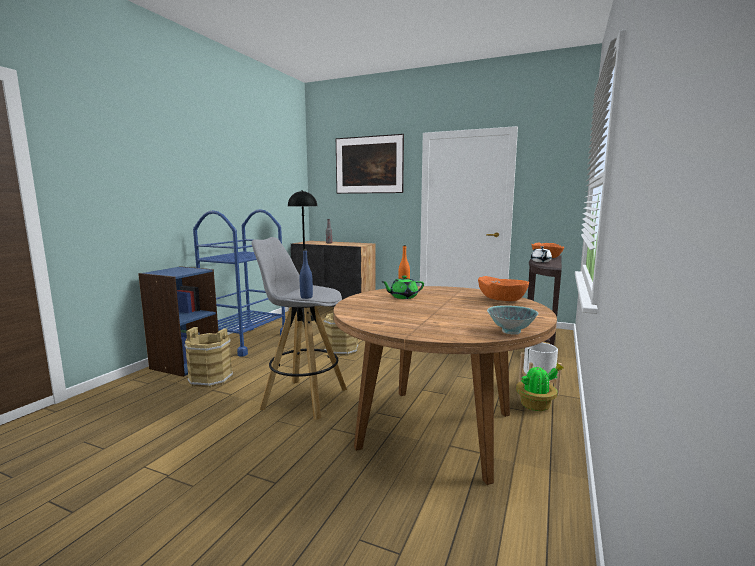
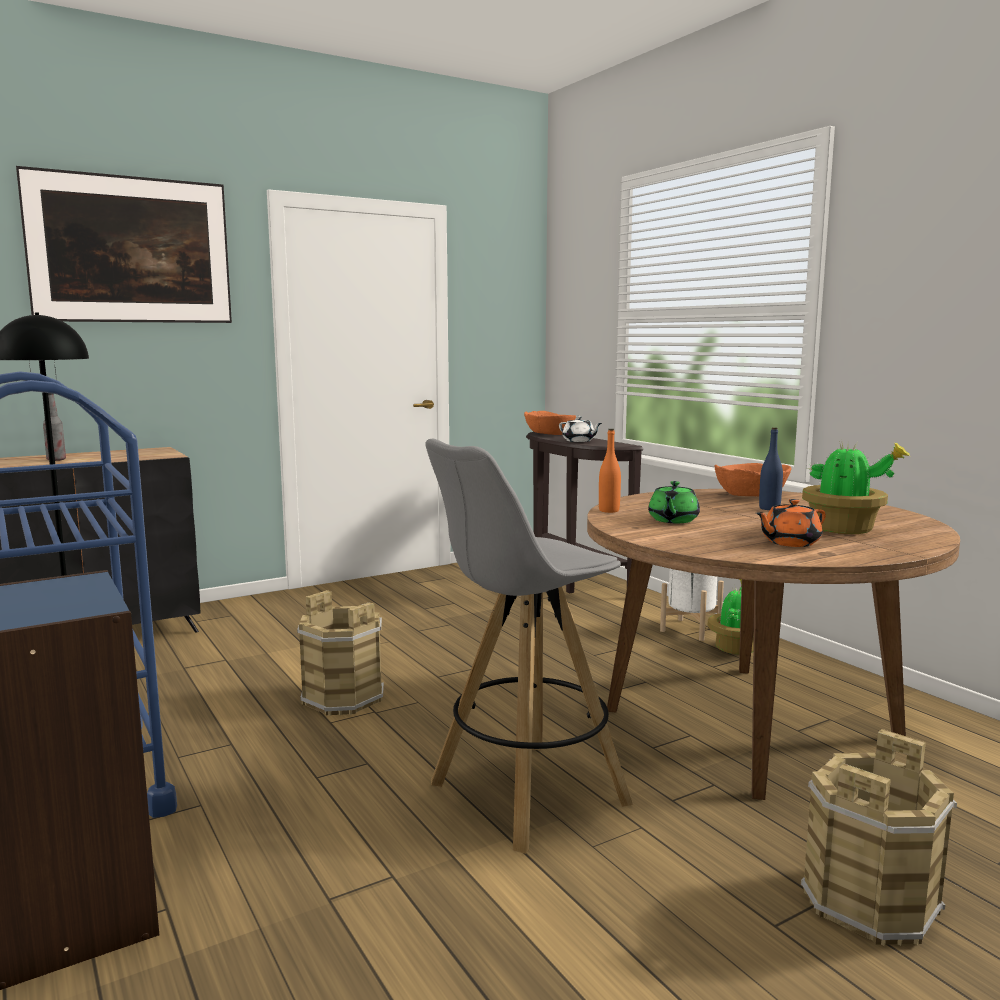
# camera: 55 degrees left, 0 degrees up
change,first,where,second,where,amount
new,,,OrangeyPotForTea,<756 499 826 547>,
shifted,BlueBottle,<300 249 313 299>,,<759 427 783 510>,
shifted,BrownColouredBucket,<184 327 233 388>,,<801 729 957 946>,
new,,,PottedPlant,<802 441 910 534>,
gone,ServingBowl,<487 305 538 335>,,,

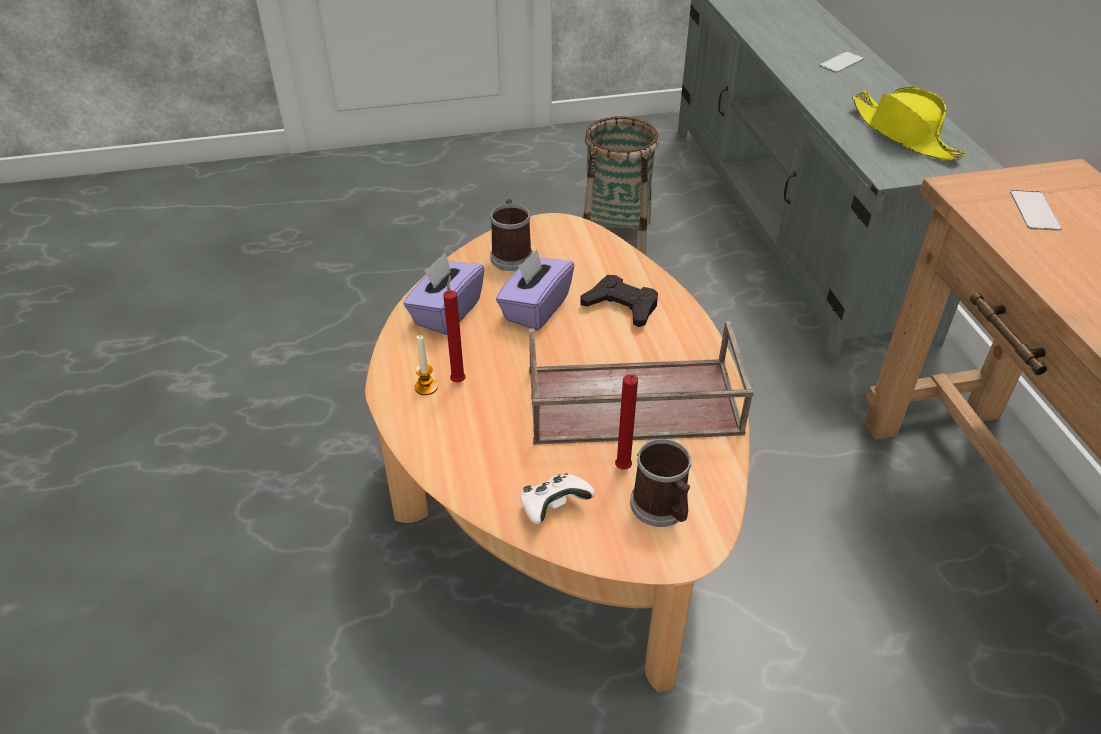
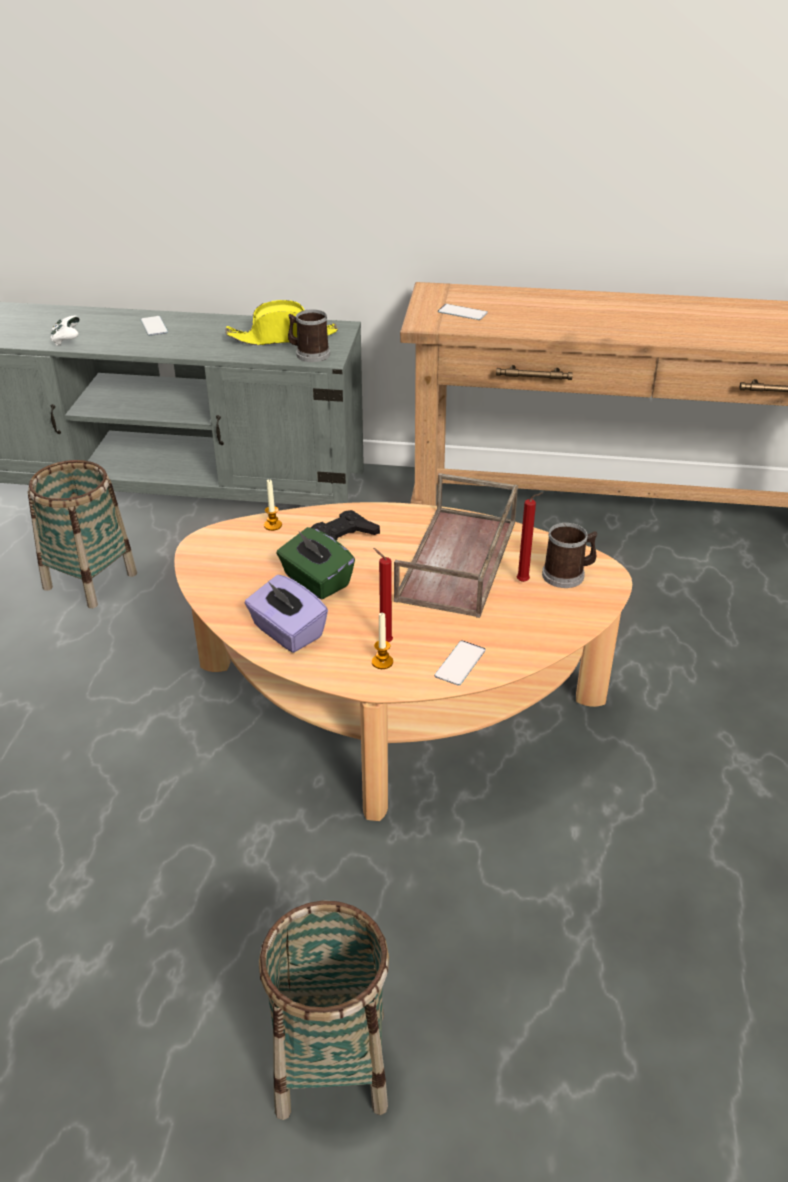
# camera: 70 degrees left, 5 degrees down
change,first,where,second,where,amount
shifted,WhitishJoypad,<520 473 595 524>,,<51 316 80 346>,
new,,,HouseholdBasket,<259 900 389 1120>,
new,,,WaxCandle,<264 479 282 531>,
repainted,PurpleTissueHolder,<496 249 574 331>,GreenColouredTissueHolder,<276 527 355 599>,
shifted,CoffeeMug,<490 199 533 271>,,<288 309 330 362>,
new,,,Telephone,<434 640 486 686>,

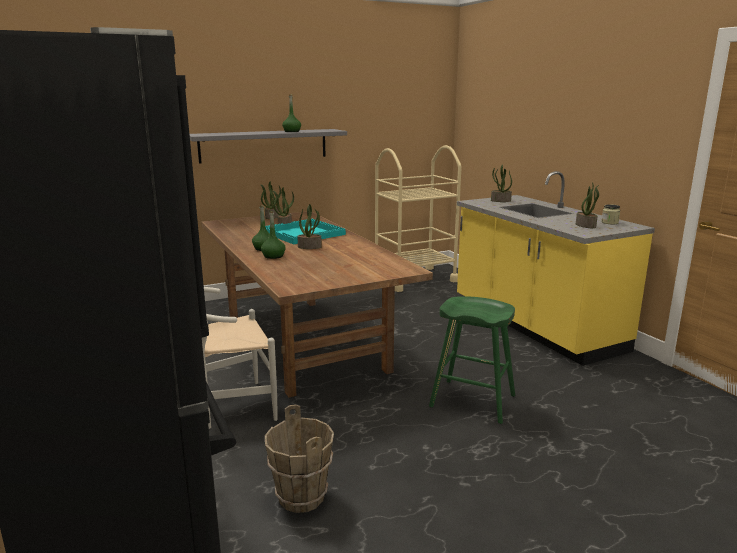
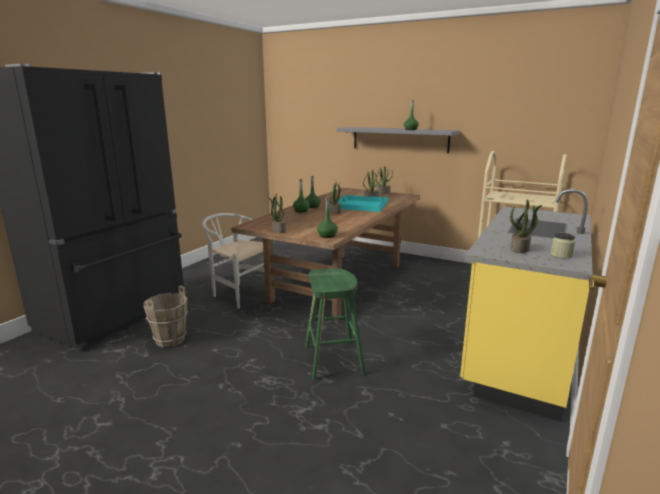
# camera: 55 degrees right, 0 degrees up
change,first,where,second,where,amount
shifted,PottedPlant,<491 164 512 202>,,<268 193 286 233>,
new,,,GreenColouredBottle,<317 197 338 238>,

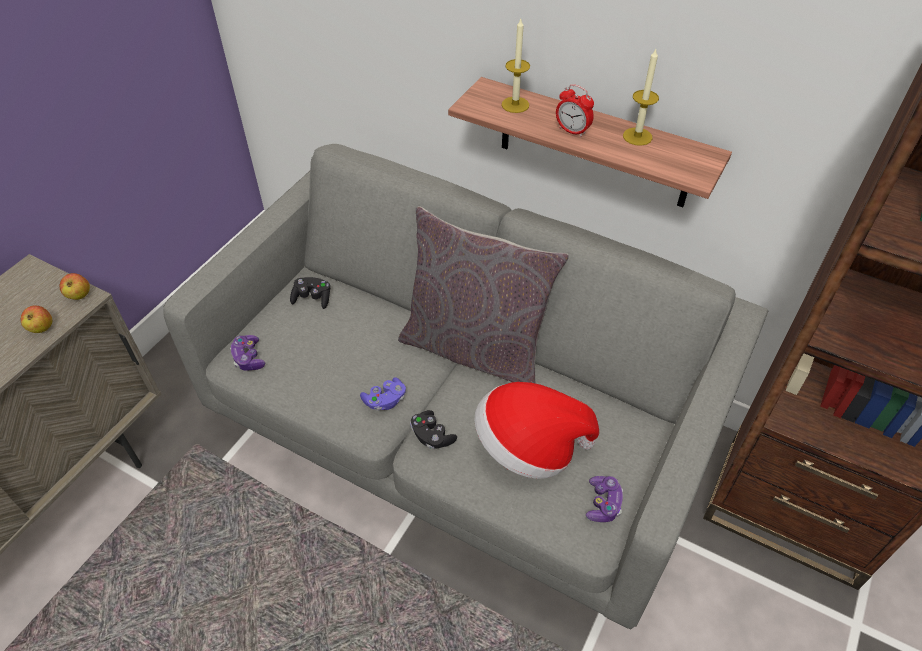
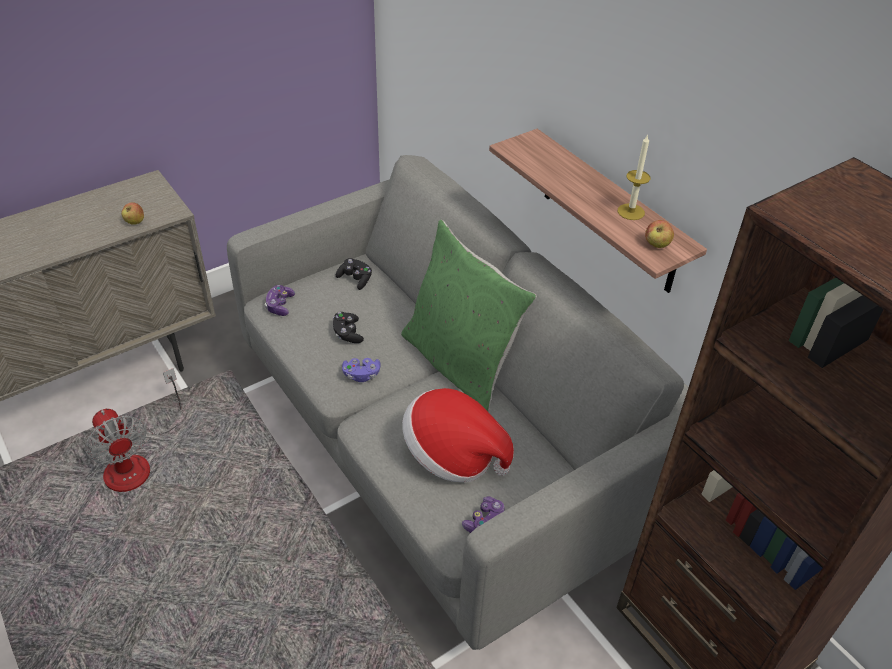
# camera: 25 degrees right, 5 degrees down
change,first,where,second,where,amount
new,,,Fan,<86 368 181 492>,
shifted,BlackColouredJoypad,<410 410 457 449>,,<333 312 364 343>,
repainted,GreyThrowPillow,<398 206 569 384>,GreenColouredThrowPillow,<401 220 537 412>,
shifted,Apple,<60 273 90 300>,,<645 220 674 248>,
gone,WaxCandle,<502 19 530 113>,,,
gone,BedsideClock,<556 84 594 137>,,,

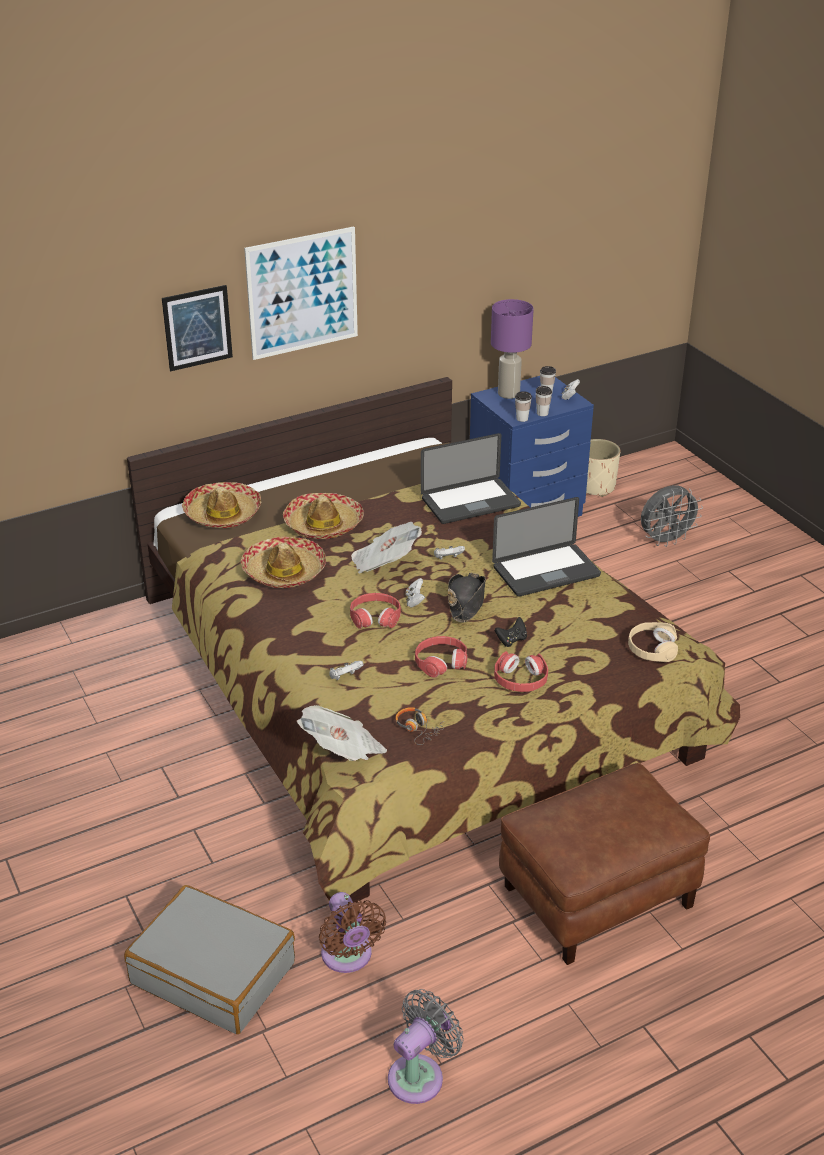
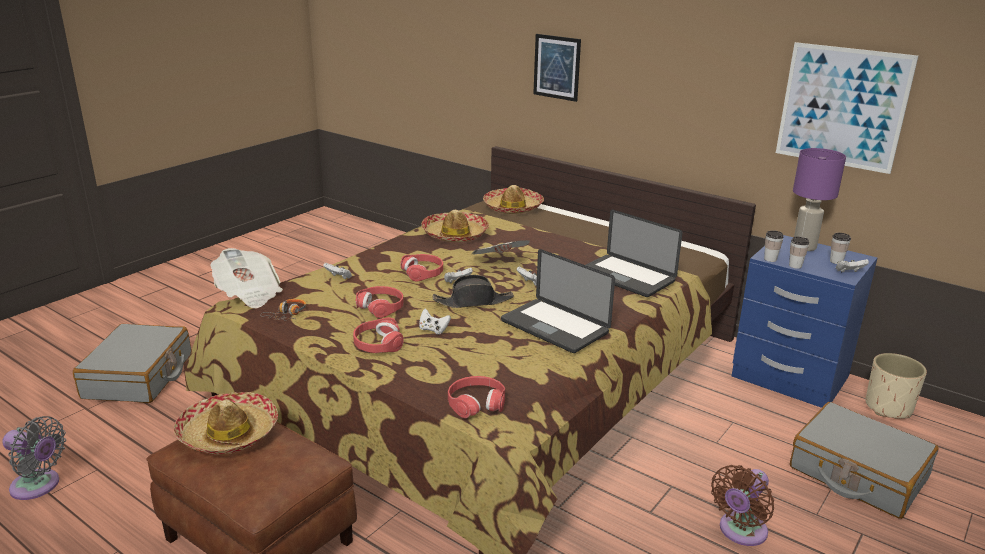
# camera: 65 degrees right, 10 degrees down
change,first,where,second,where,amount
shifted,Hat,<283 493 364 539>,,<174 392 278 454>,
repainted,BlackColouredJoypad,<495 617 527 647>,WhitishJoypad,<419 309 451 335>,
repainted,BeigeColouredHeadset,<628 622 678 662>,ReddishHeadset,<448 376 505 418>,
shifted,BrownColouredFan,<319 892 386 973>,,<711 465 774 546>,
shifted,Picture,<244 226 358 360>,,<776 42 918 174>,
swapped,GreyFan,<641 485 703 547>,GreyPieceOfLuggage,<790 402 939 519>,

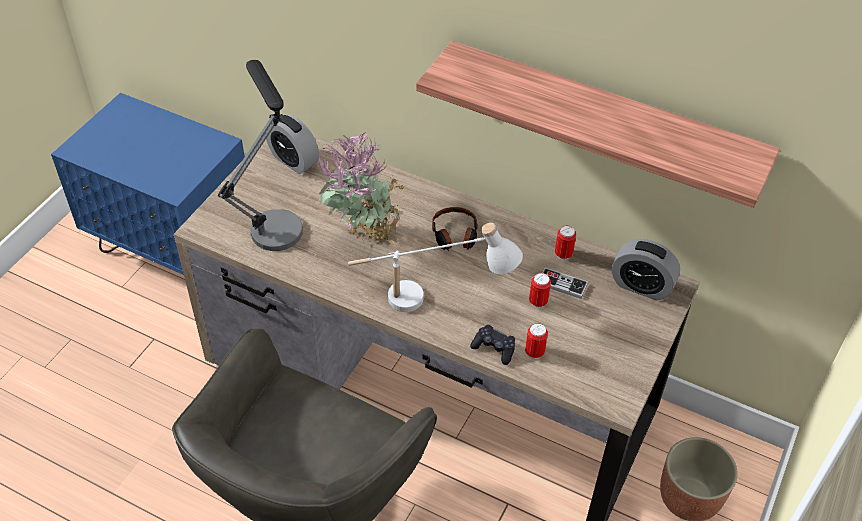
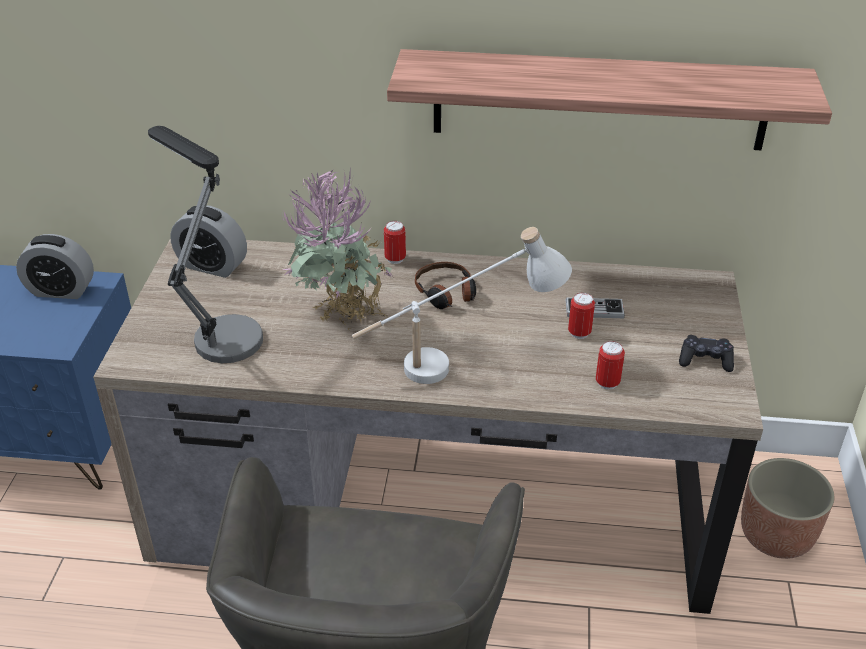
# camera: 20 degrees left, 10 degrees down
change,first,where,second,where,amount
shifted,BedsideClock,<612 239 680 301>,,<16 234 94 299>,
shifted,SealedCan,<555 226 576 260>,,<384 221 406 264>,
shifted,BlackColouredJoypad,<470 325 515 365>,,<679 335 734 372>,

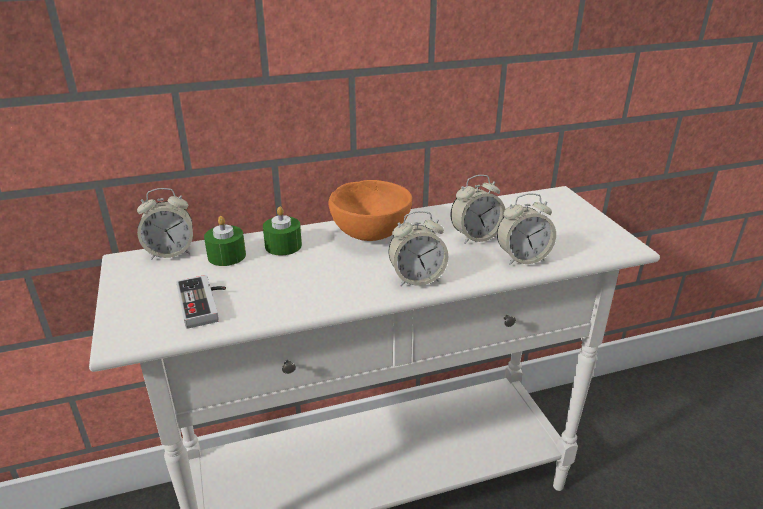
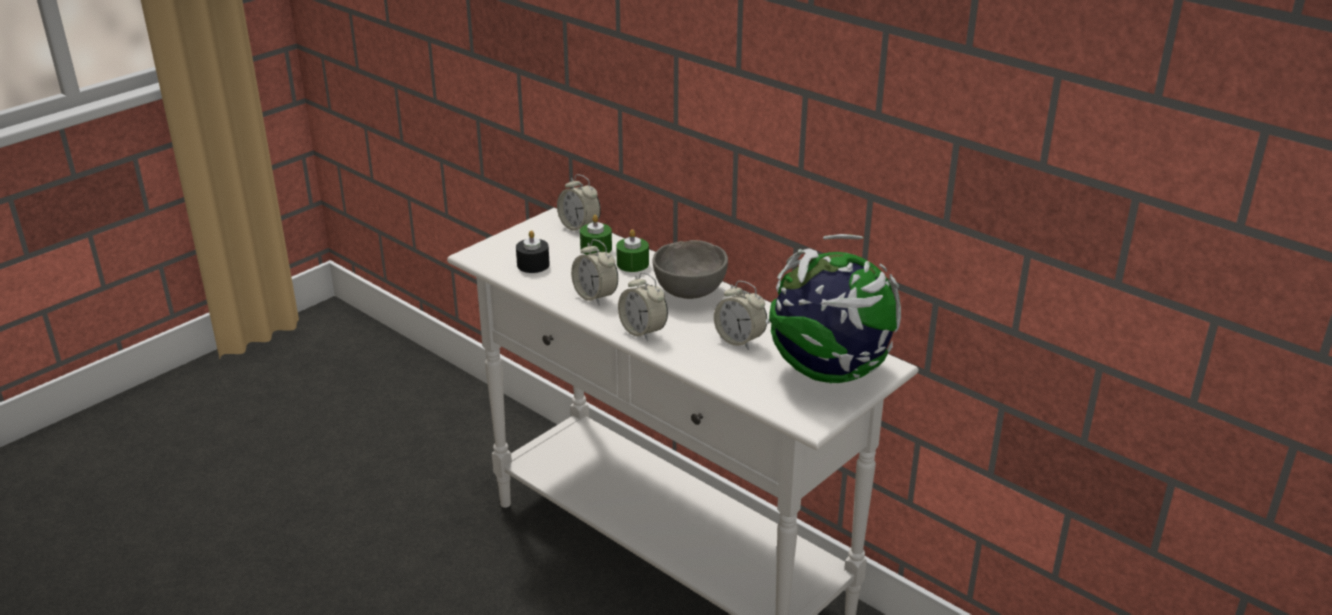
# camera: 60 degrees right, 0 degrees up
change,first,where,second,where,amount
swapped,Joypad,<176 275 226 329>,BlackColouredWaxCandle,<516 230 550 273>,
shifted,BedsideClock,<497 193 556 265>,,<571 239 618 305>,
repainted,OrangeyServingBowl,<329 180 412 241>,GreyServingBowl,<653 240 728 299>,
new,,,DeskGlobe,<766 234 901 384>,

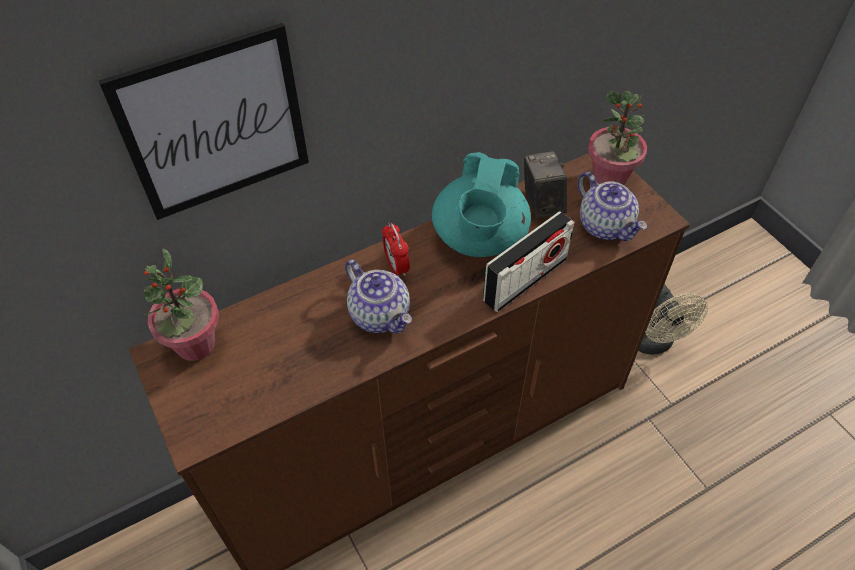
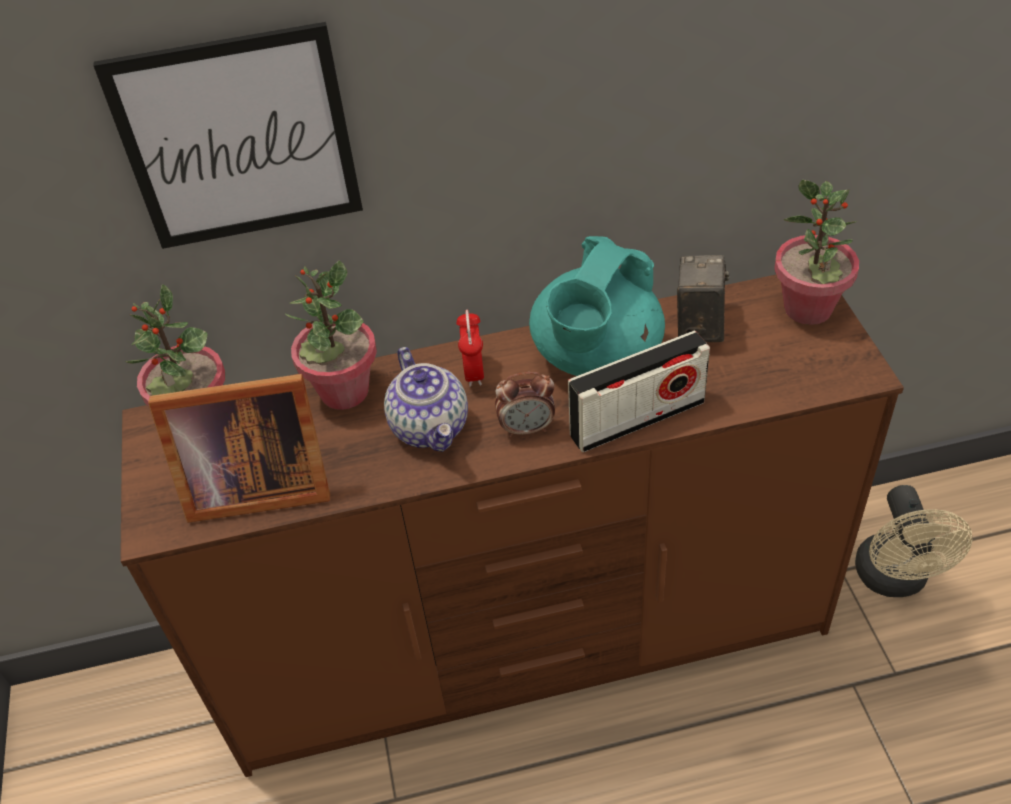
# camera: 20 degrees right, 5 degrees down
change,first,where,second,where,amount
new,,,StandingFrame,<148 374 330 523>,
new,,,PottedPlant,<285 261 377 410>,
new,,,BedsideClock,<495 372 555 437>,
gone,PotForTea,<577 172 647 241>,,,

